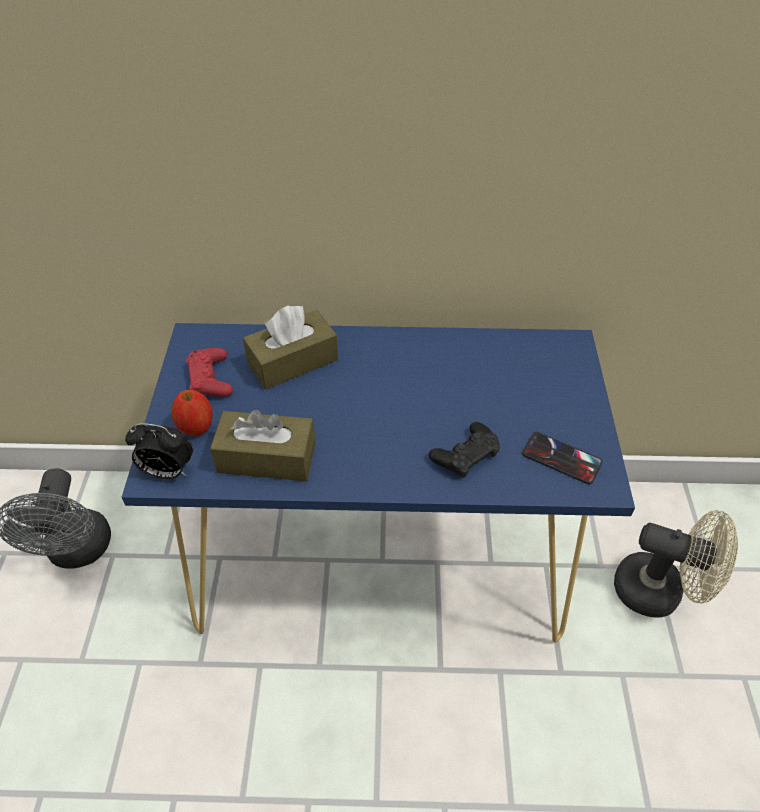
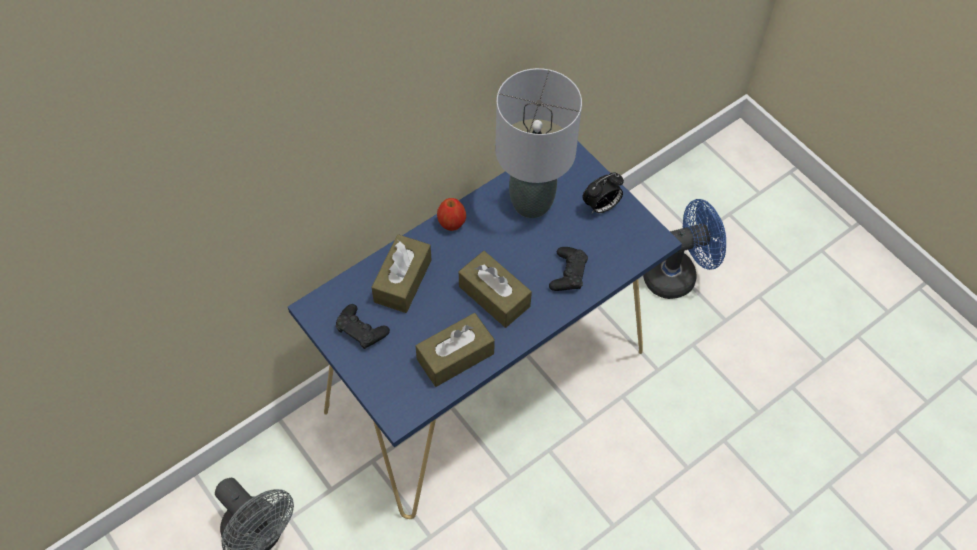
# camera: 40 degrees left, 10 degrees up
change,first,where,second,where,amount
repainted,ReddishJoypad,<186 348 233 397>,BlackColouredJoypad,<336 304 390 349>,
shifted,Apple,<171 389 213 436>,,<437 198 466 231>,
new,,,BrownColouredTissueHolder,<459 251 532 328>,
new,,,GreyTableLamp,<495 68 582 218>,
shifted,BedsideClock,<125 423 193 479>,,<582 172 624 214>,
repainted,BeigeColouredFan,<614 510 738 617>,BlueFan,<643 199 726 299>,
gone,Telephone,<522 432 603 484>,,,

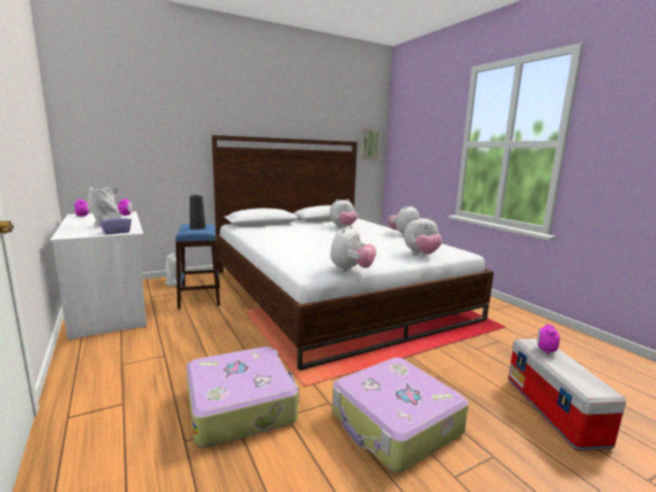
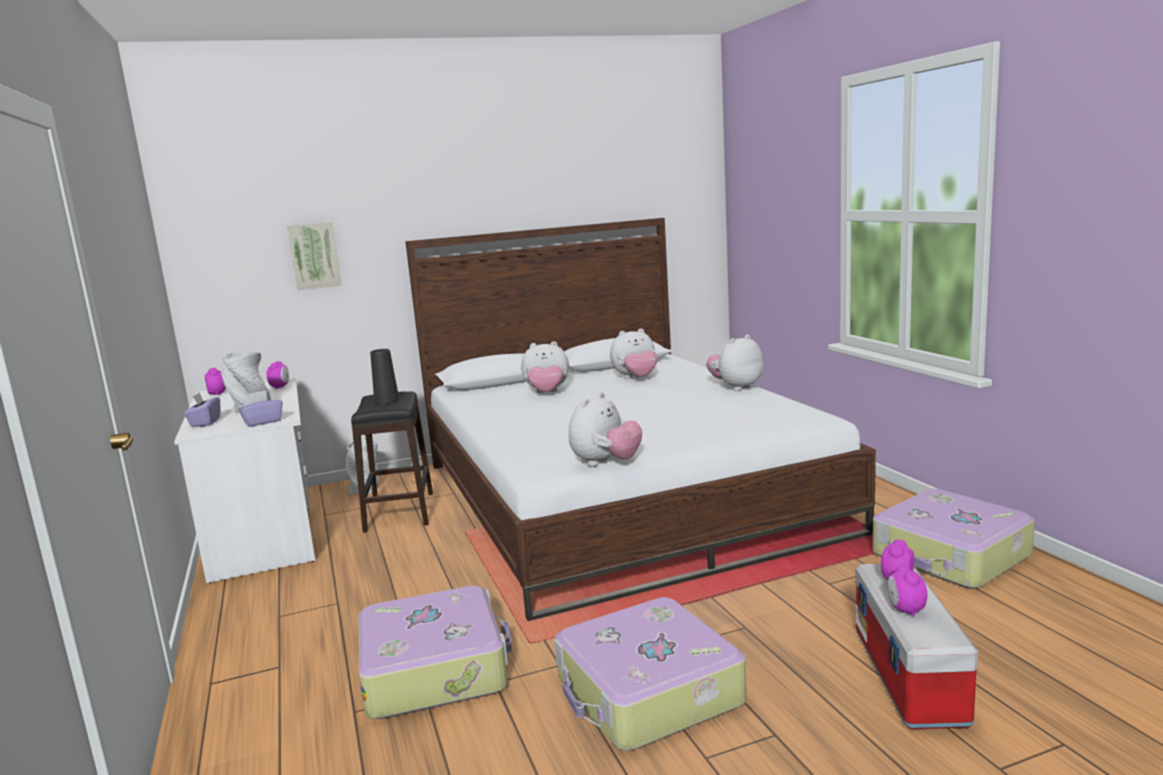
# camera: 10 degrees right, 0 degrees up
change,first,where,second,where,amount
new,,,PurpleTissueHolder,<184 393 220 427>,
shifted,Picture,<360 129 380 160>,,<287 222 342 290>,
repainted,BlueStoolSeat,<175 224 220 309>,BlackColouredStoolSeat,<351 391 433 533>,
shifted,CuddlyToy,<404 217 442 254>,,<521 341 569 393>,
new,,,PieceOfLuggage,<873 489 1035 589>,
new,,,BedsideClock,<888 565 927 617>,

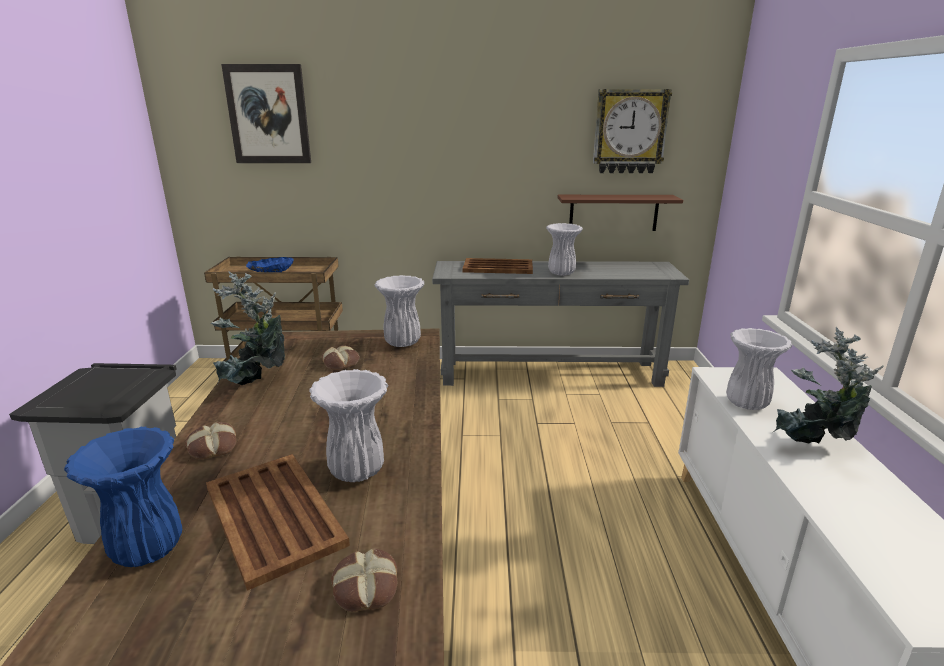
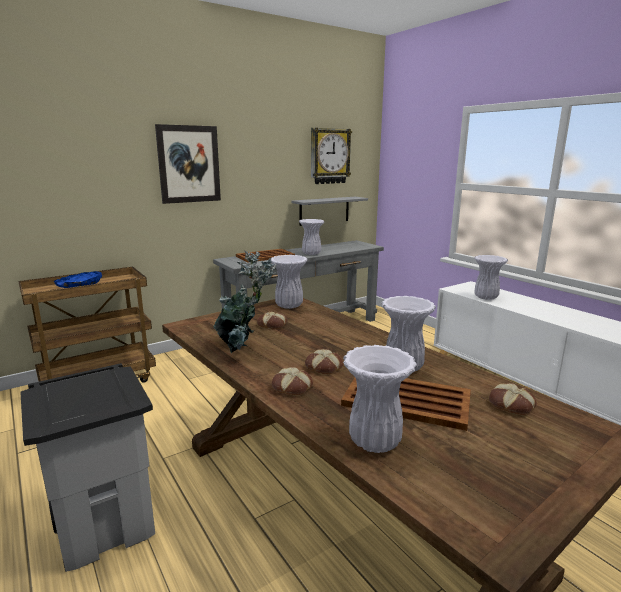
# camera: 35 degrees left, 5 degrees down
change,first,where,second,where,amount
shifted,Picture,<221 64 311 163>,,<155 124 221 204>,
repainted,BrownColouredShelf,<557 195 683 231>,GreyShelf,<292 197 368 226>,
new,,,Bread,<305 349 343 374>,
repainted,BlueDecorativeVase,<64 426 182 567>,WhitishDecorativeVase,<343 345 417 453>,
gone,PottedPlant,<772 327 884 443>,,,

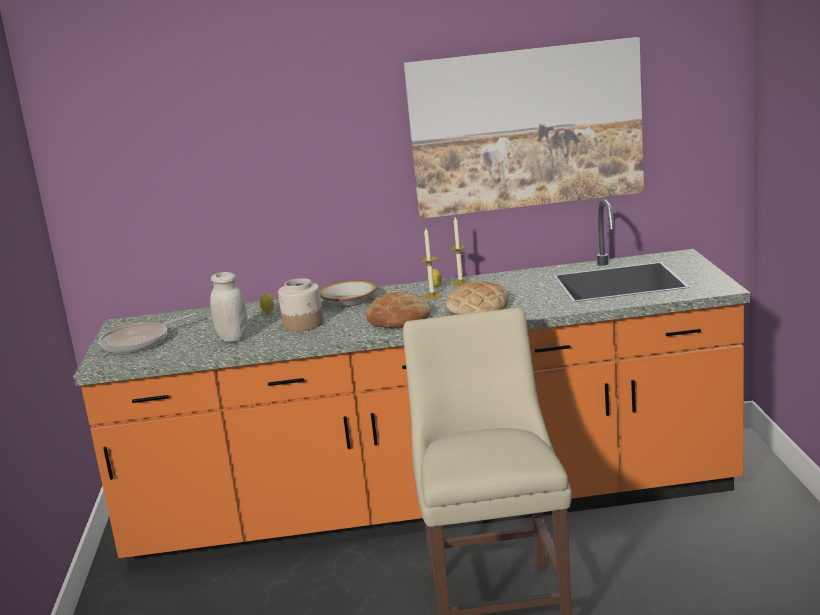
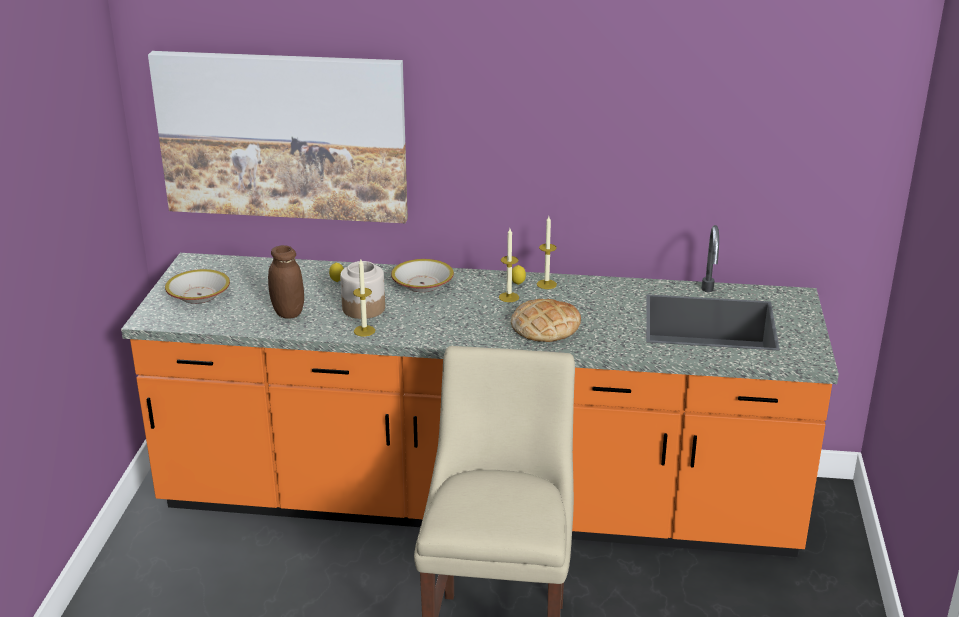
# camera: 10 degrees right, 10 degrees up
change,first,where,second,where,amount
shifted,Picture,<404 37 644 219>,,<148 51 408 223>,
swapped,Skillet,<99 313 197 353>,ServingBowl,<165 269 230 304>,
repainted,WhitishJar,<210 272 248 342>,BrownColouredJar,<268 245 304 319>,
new,,,WaxCandle,<353 259 375 336>,
gone,Bread,<366 292 431 328>,,,

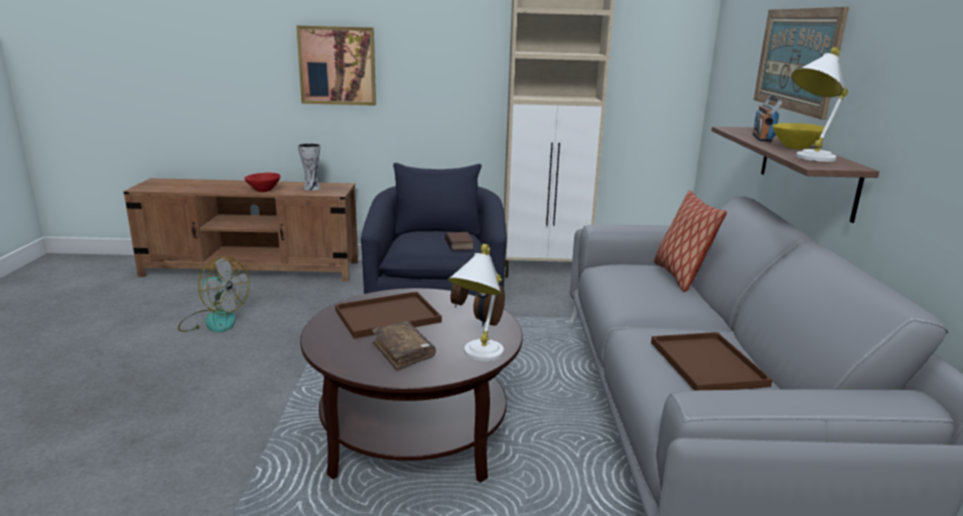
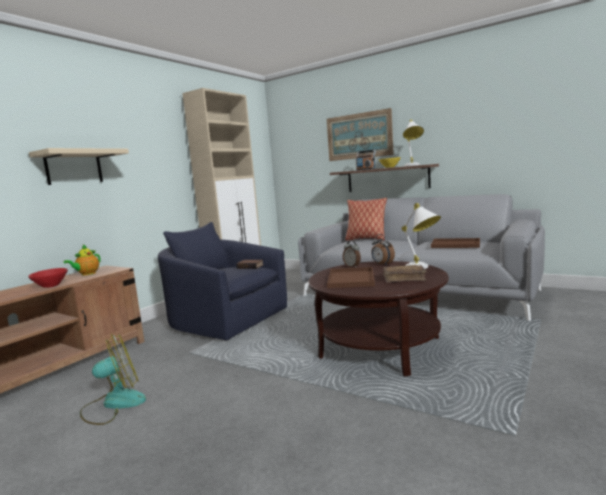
# camera: 55 degrees left, 10 degrees down
change,first,where,second,where,amount
swapped,Picture,<296 25 376 106>,BeigeColouredShelf,<29 148 129 185>,
swapped,DecorativeVase,<298 143 320 190>,PotForTea,<64 245 101 275>,

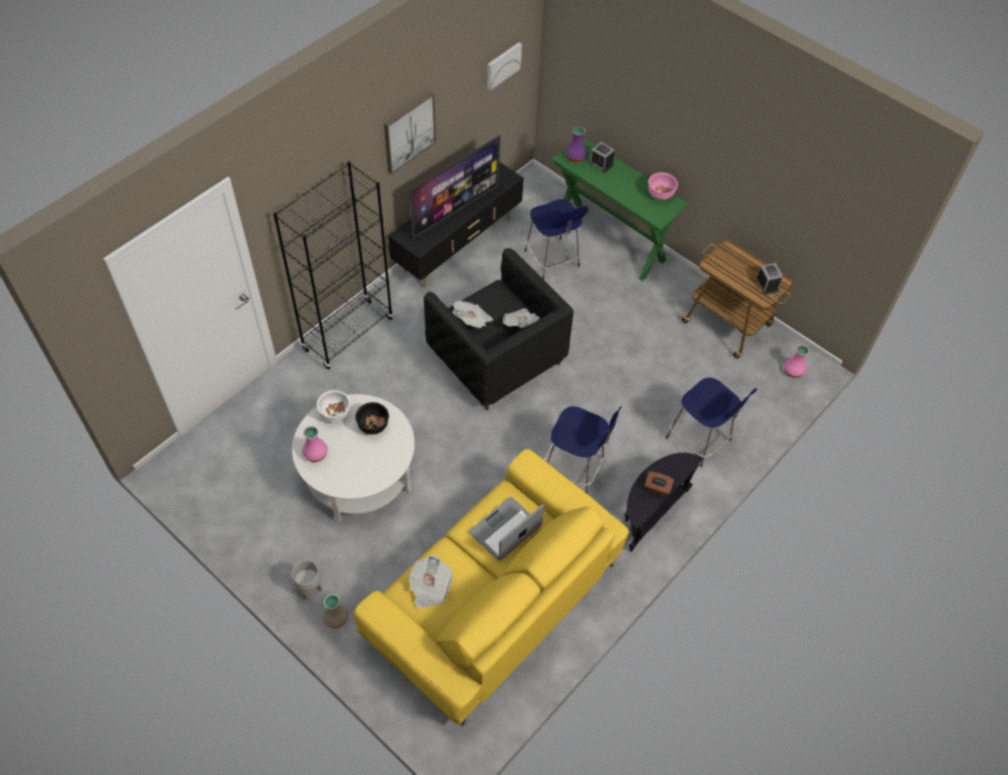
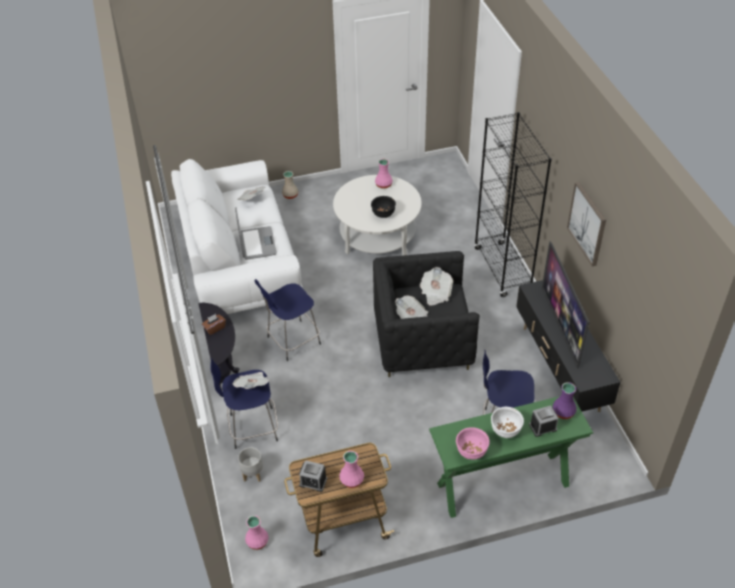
# camera: 125 degrees right, 10 degrees down
change,first,where,second,where,amount
repainted,YellowishSofa,<354 449 629 727>,WhitishSofa,<171 159 303 314>,
new,,,DailyPaper,<233 372 270 389>,
shifted,GreyPlanter,<291 560 322 599>,,<238 447 263 482>,
new,,,PinkColouredDecorativeVase,<339 451 364 488>,
shifted,WhitishServingBowl,<317 390 350 422>,,<491 407 524 438>,
gone,Picture,<487 42 522 90>,,,

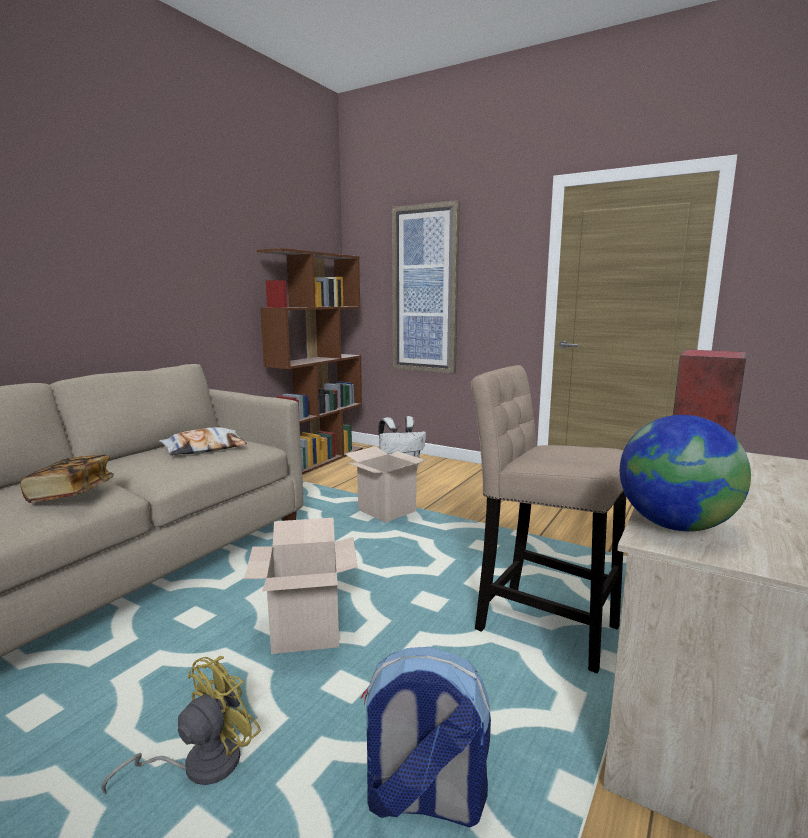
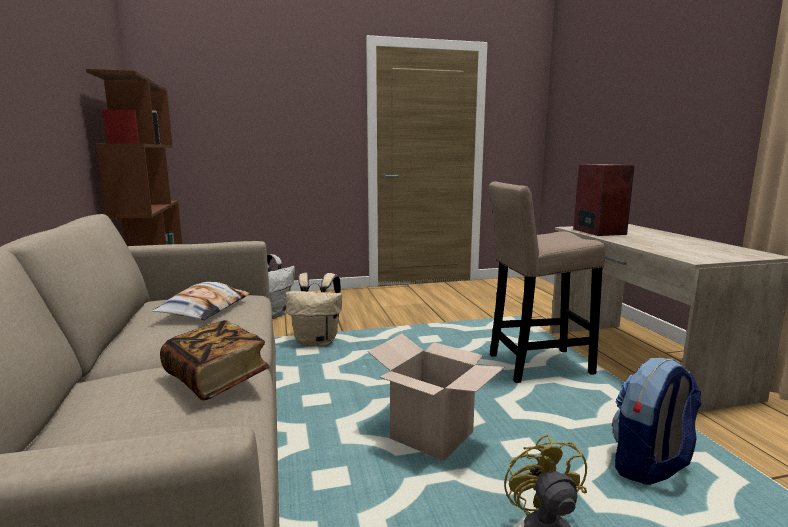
# camera: 45 degrees left, 0 degrees up
change,first,where,second,where,amount
swapped,PackingBox,<345 446 430 522>,BeigeColouredRucksack,<286 273 342 346>,
gone,Picture,<392 200 460 374>,,,
gone,DeskGlobe,<620 415 751 531>,,,

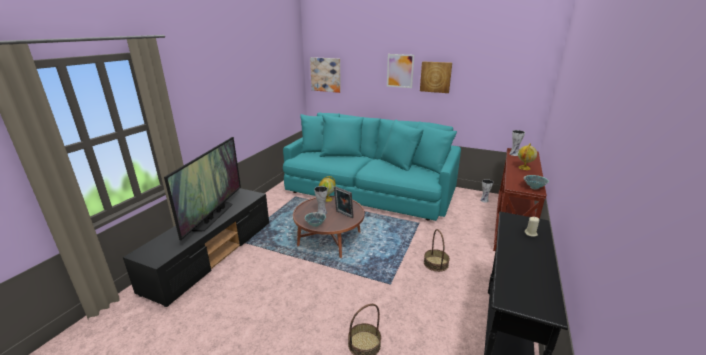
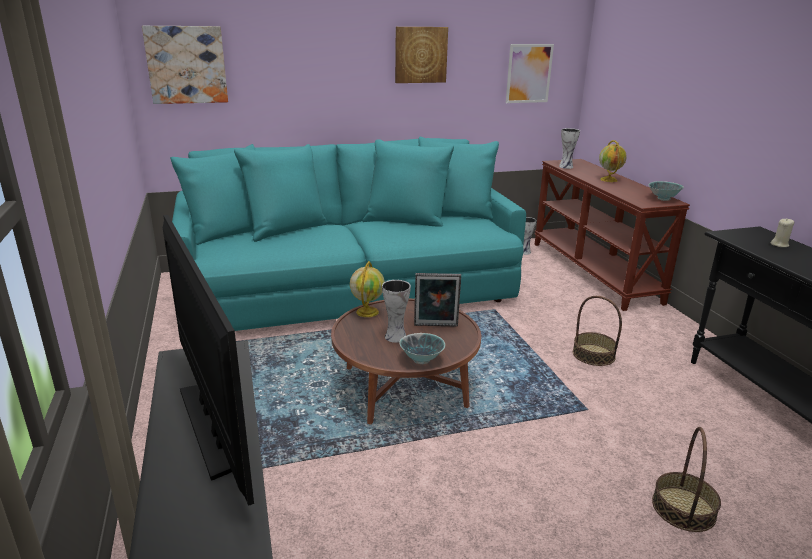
# camera: 40 degrees left, 0 degrees up
change,first,where,second,where,amount
shifted,Picture,<387 54 414 88>,,<506 44 554 103>,

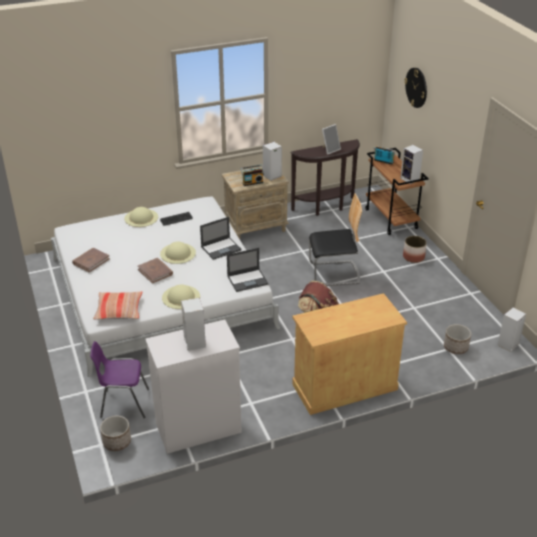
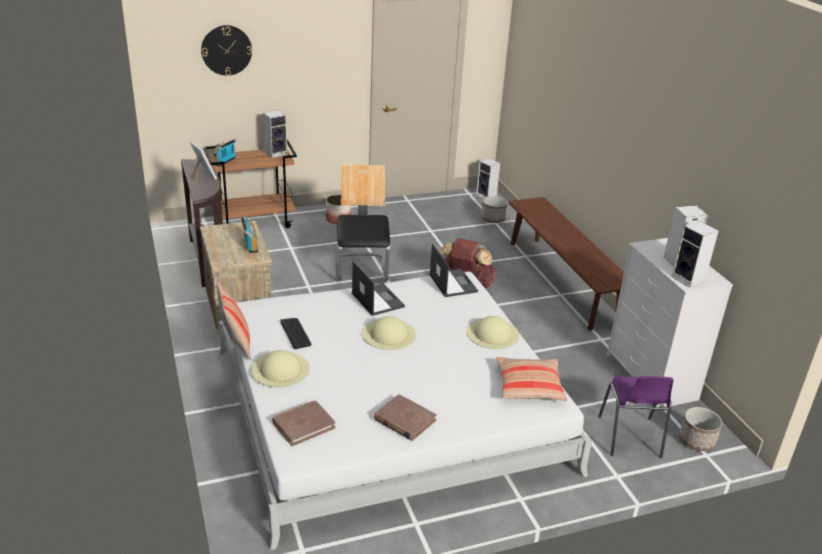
# camera: 90 degrees left, 5 degrees down
change,first,where,second,where,amount
new,,,ThrowPillow,<217 281 251 360>,
shifted,BrownColouredBook,<137 258 173 284>,,<272 401 335 446>,
swapped,BeigeColouredCabinet,<292 293 407 415>,BrownColouredBench,<508 197 624 331>,
shifted,Loudspeaker,<263 142 282 181>,,<672 221 718 288>,

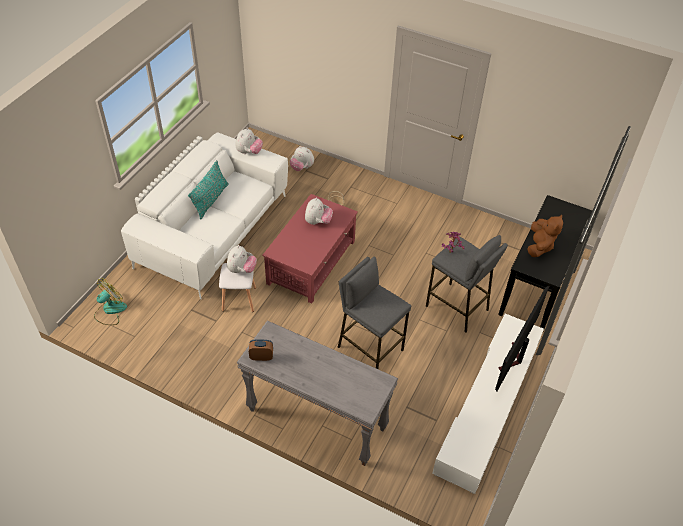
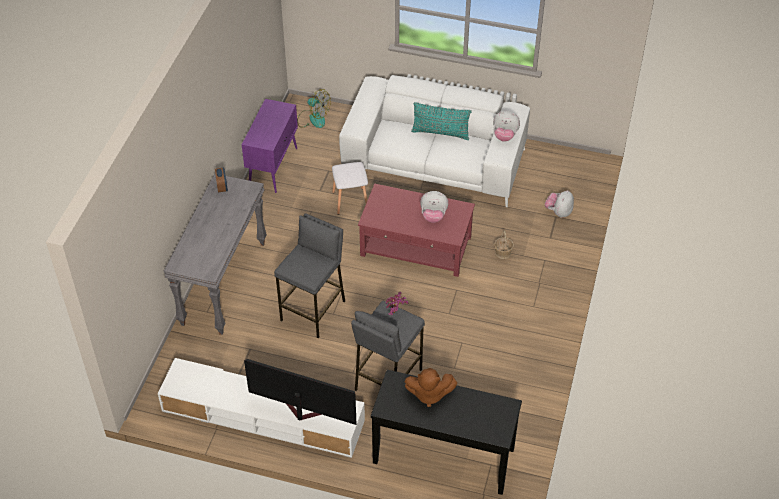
# camera: 80 degrees right, 0 degrees up
change,first,where,second,where,amount
new,,,PurpleCabinet,<242 99 298 193>,
gone,CuddlyToy,<227 245 257 273>,,,

